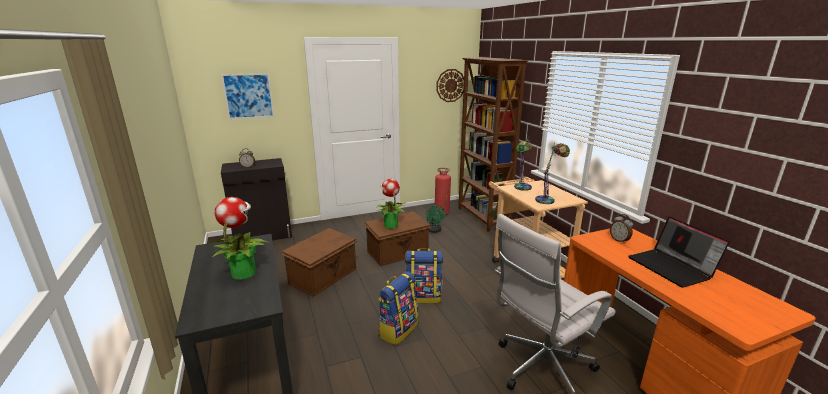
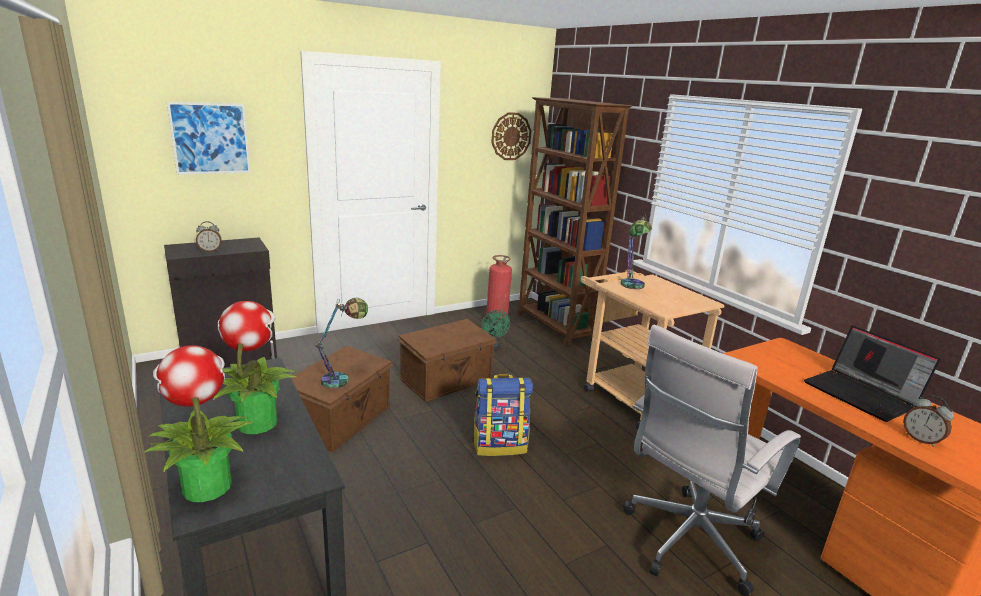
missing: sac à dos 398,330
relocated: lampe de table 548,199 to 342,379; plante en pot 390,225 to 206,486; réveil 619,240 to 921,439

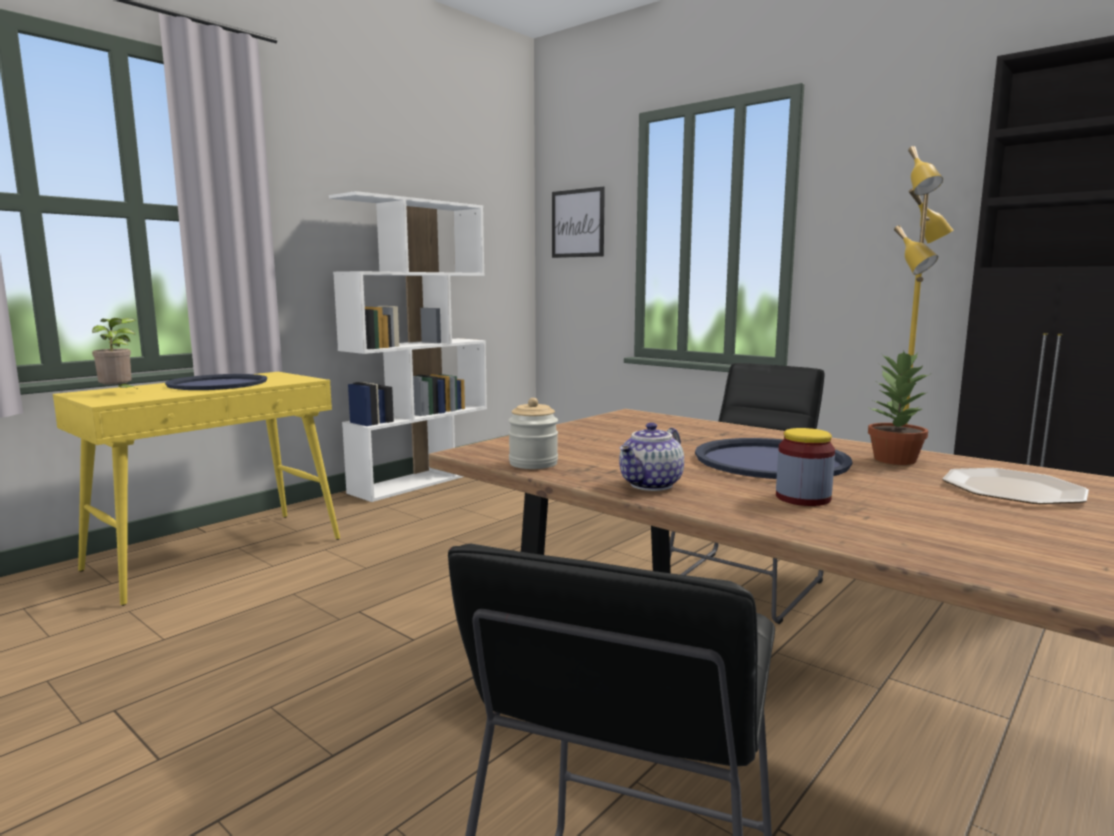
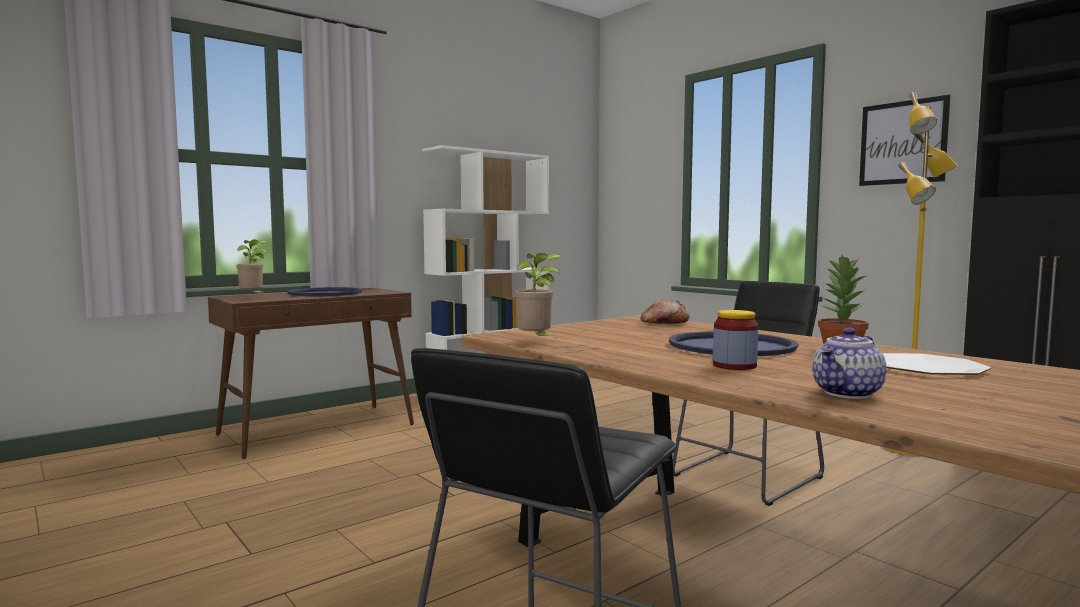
appeared: pain 664,323
relocated: tableau 577,223 to 902,142; théière 652,485 to 848,394
exchanged: bocal 533,463 to plante en pot 536,342
colour: table console [jaune] 218,553 to table console [marron] 318,429

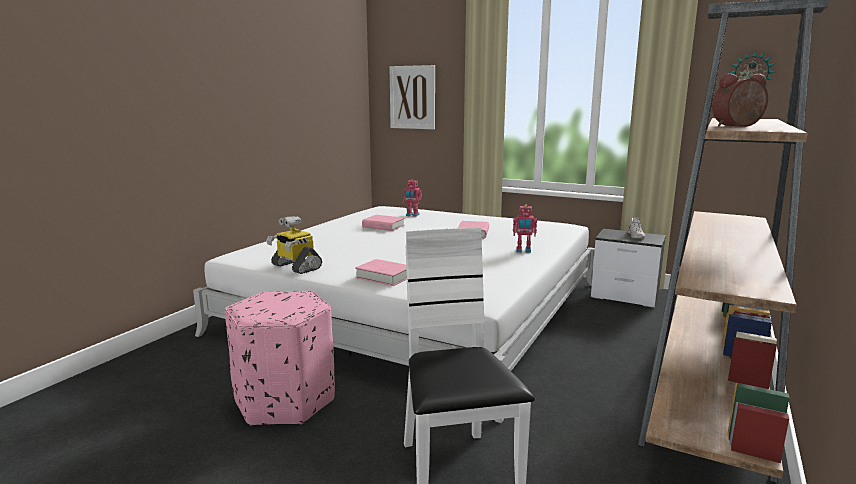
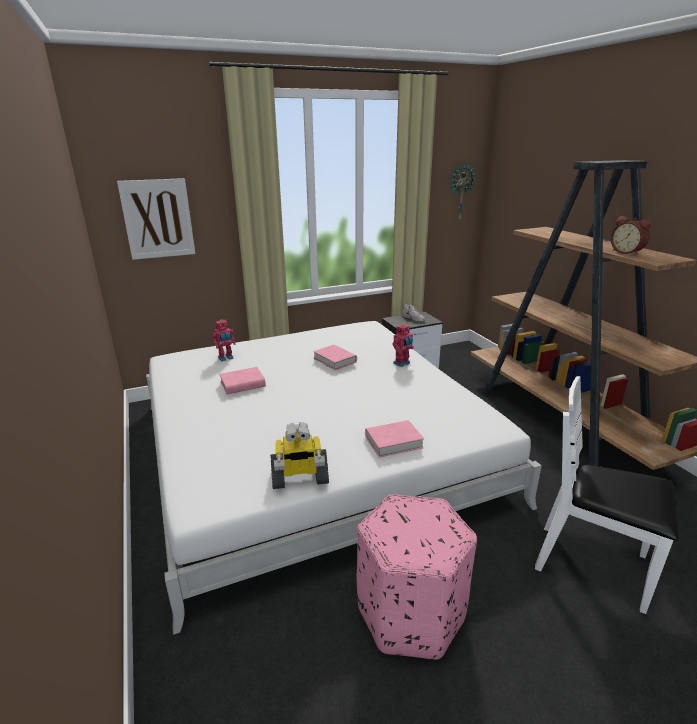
spun: réveil 738,126 = 627,252 60 degrees counterclockwise

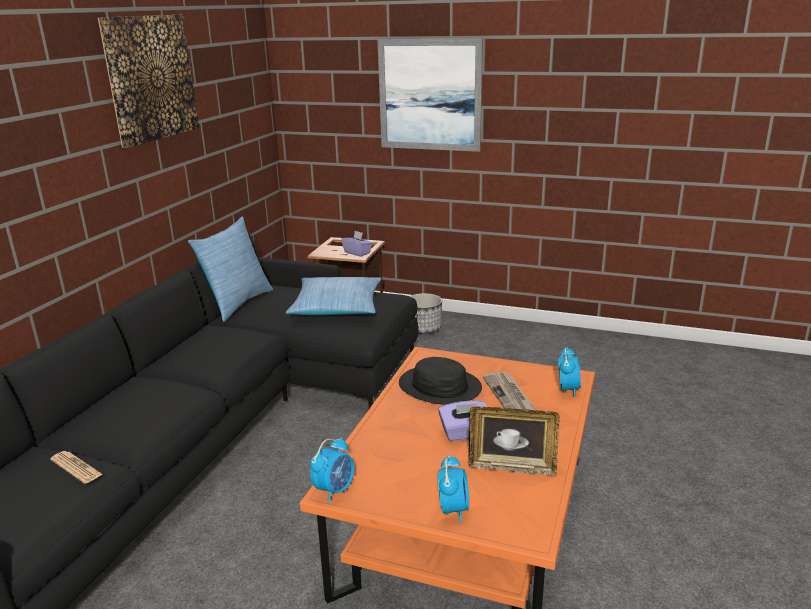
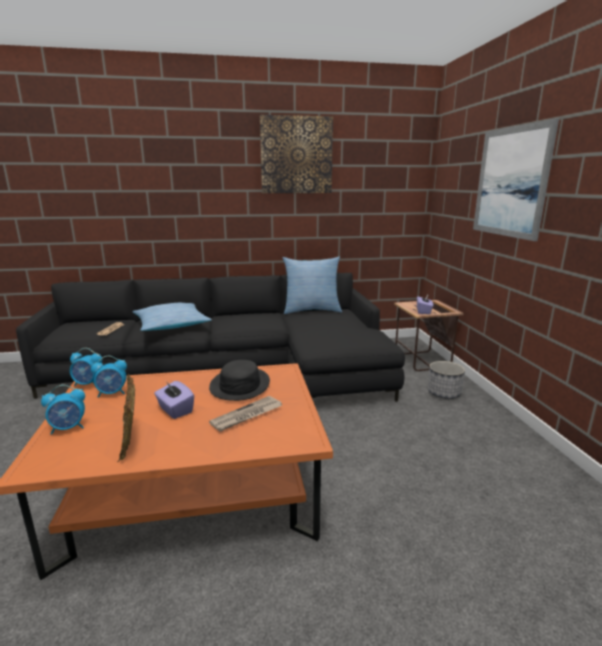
relocated: coussin 336,306 to 171,325; réveil 568,389 to 112,393

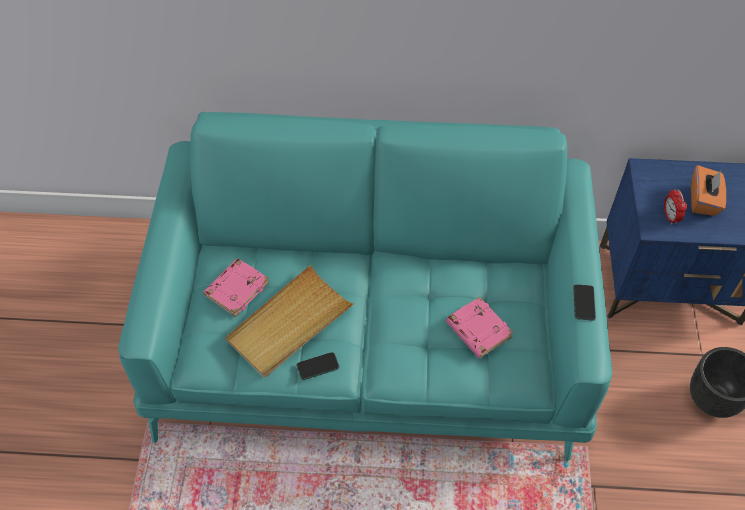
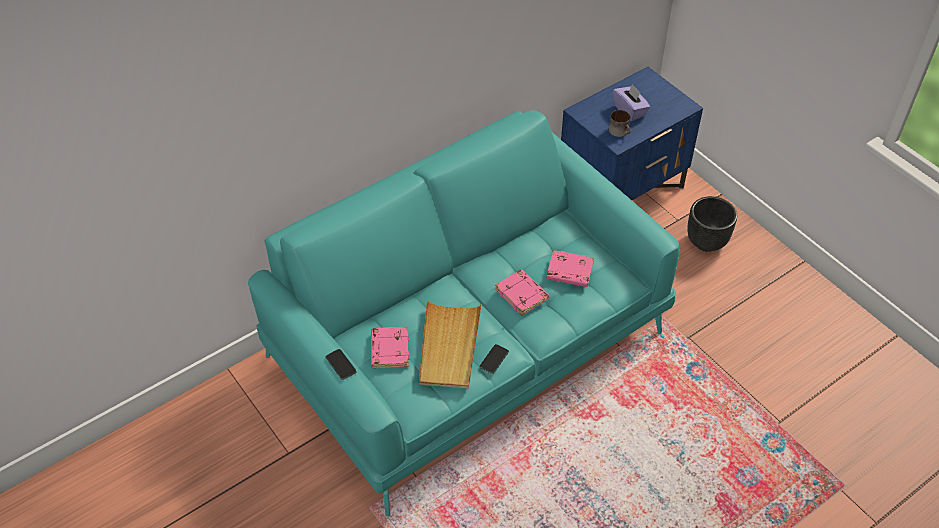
appeared: livre [rose] 522,295
relocated: téléphone 584,303 to 341,365
exchanged: réveil 670,217 to mug 620,131
colour: boîte à mouchoirs [orange] 703,200 to boîte à mouchoirs [violet] 629,110

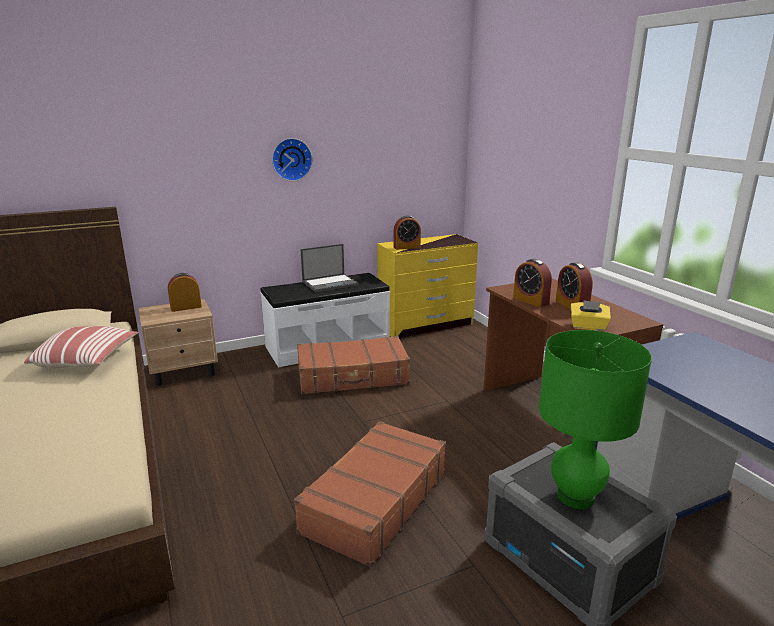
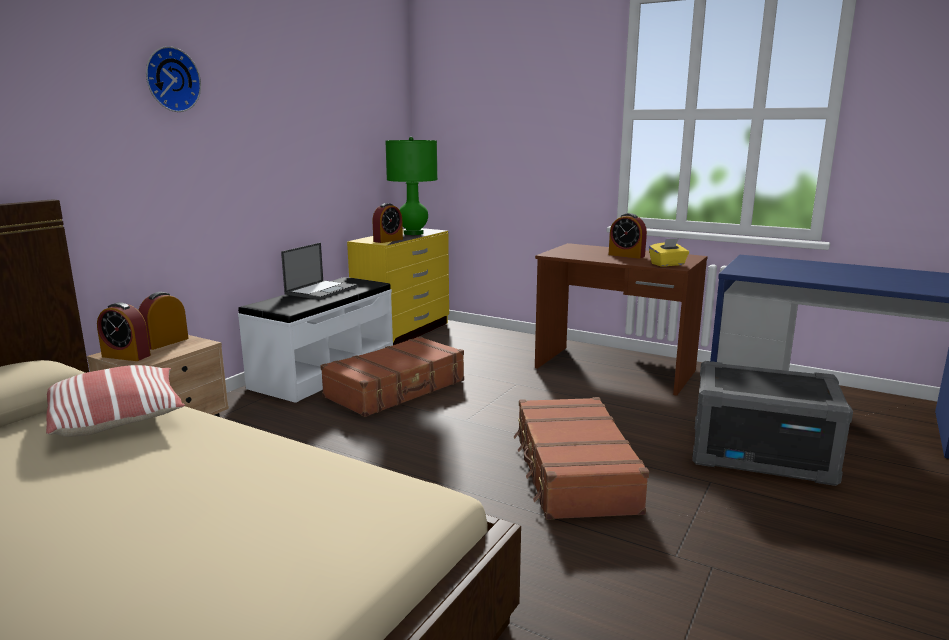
relocated: horloge murale 291,159 to 171,79; réveil 530,301 to 126,356; lampe de table [vert] 576,496 to 413,233

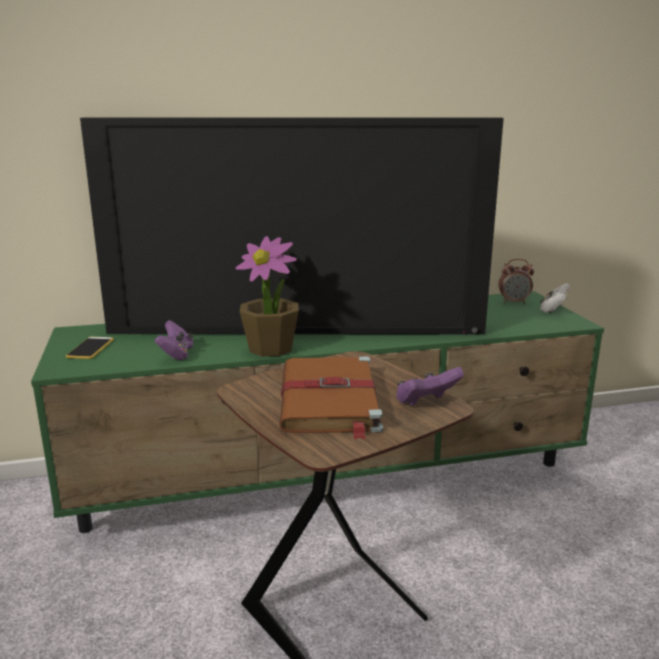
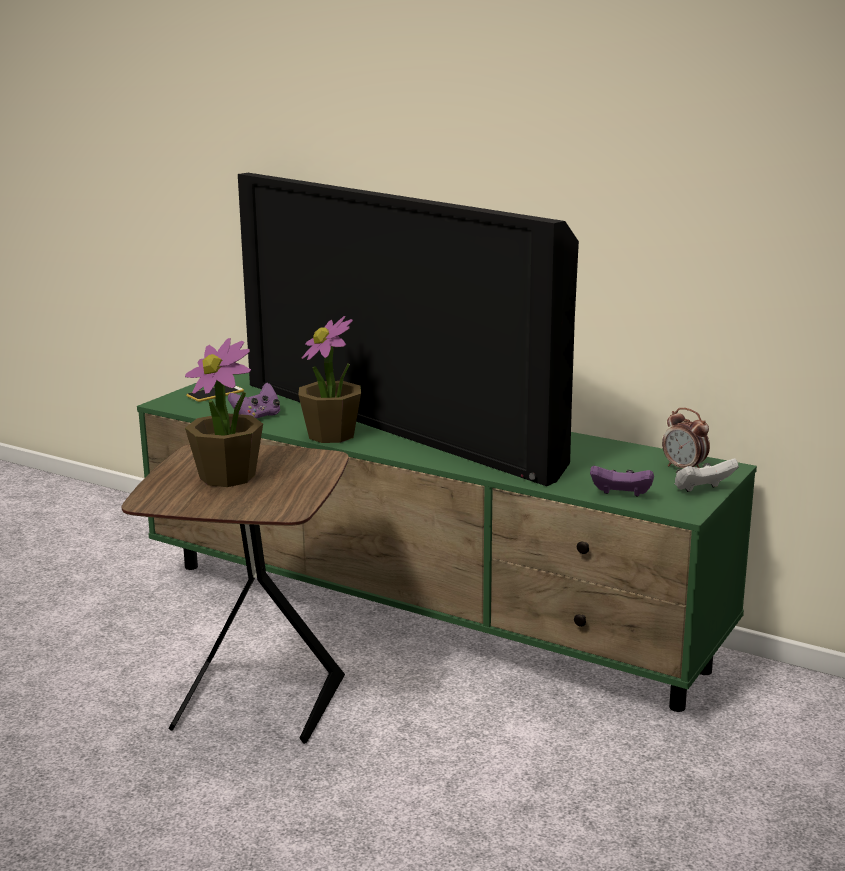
relocated: manette [violet] 426,402 to 621,496
exchanged: livre [marron] 329,400 to plante en pot 228,477

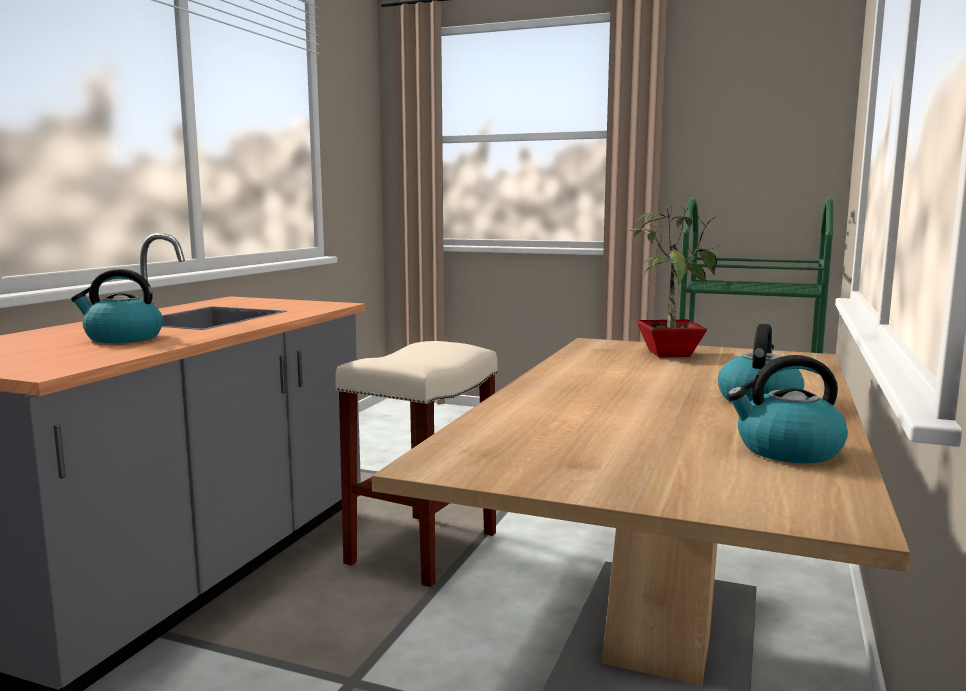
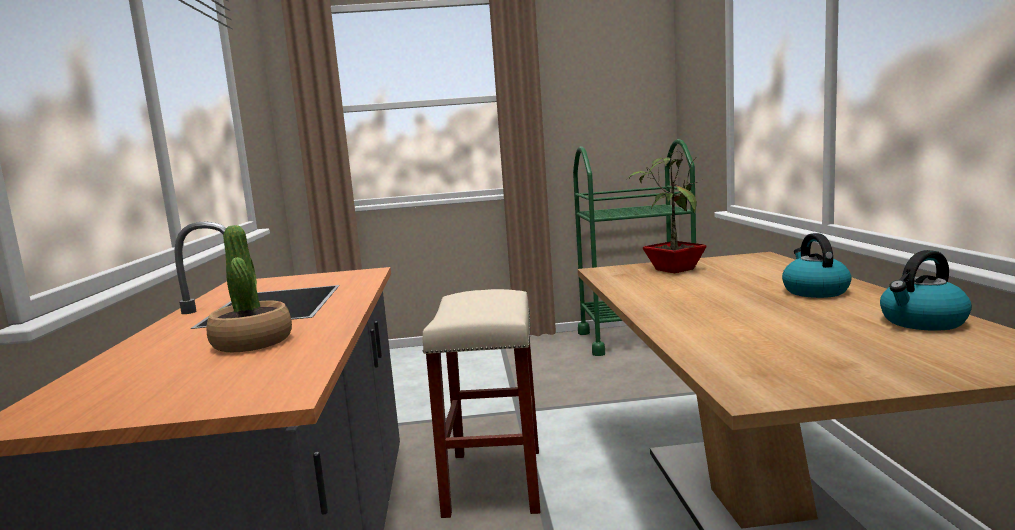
exchanged: bouilloire 122,338 to plante en pot 253,342

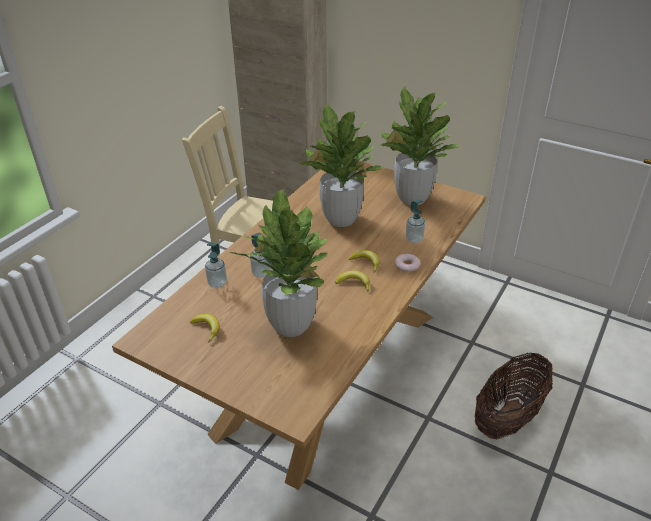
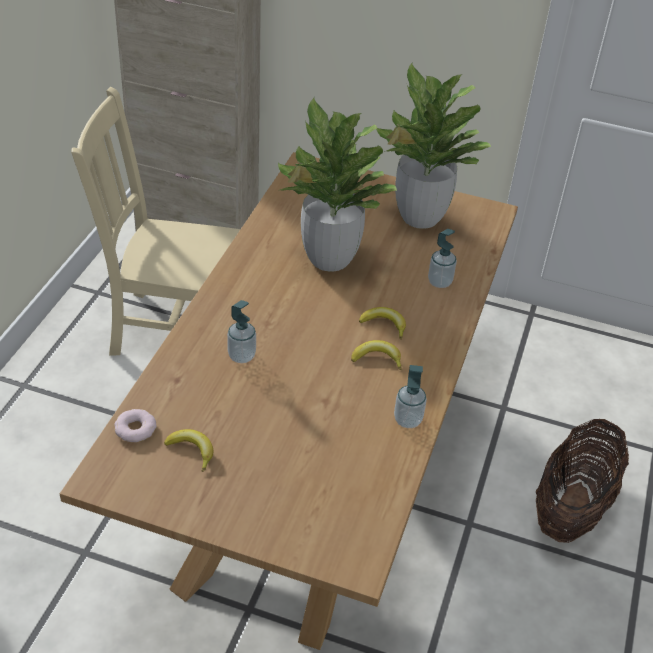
missing: plante en pot 290,325
relocated: distributeur de savon 217,283 to 407,420; beignet 407,265 to 135,429

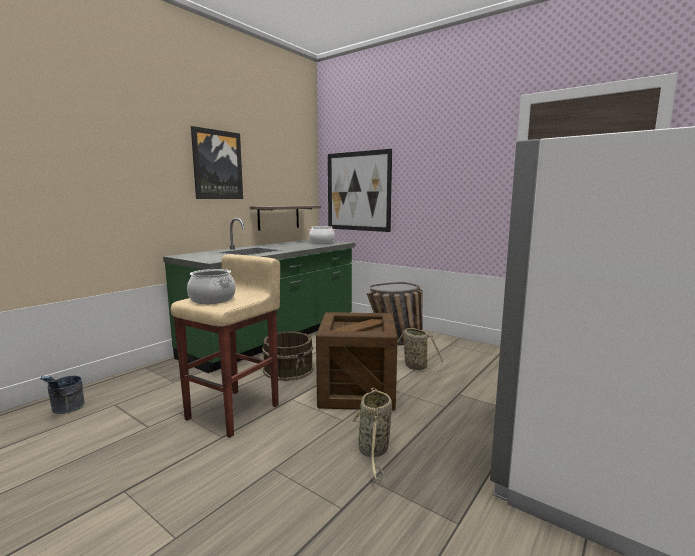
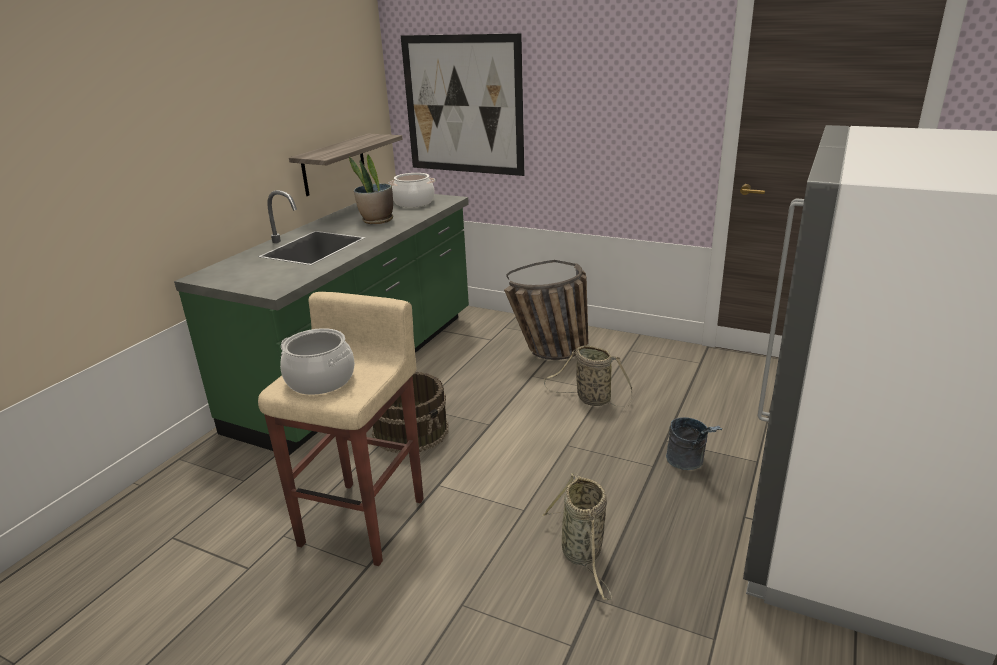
missing: tableau 217,165; caisse 357,391
appeared: plante en pot 377,221
relocated: seau [gris] 66,410 to 689,463

